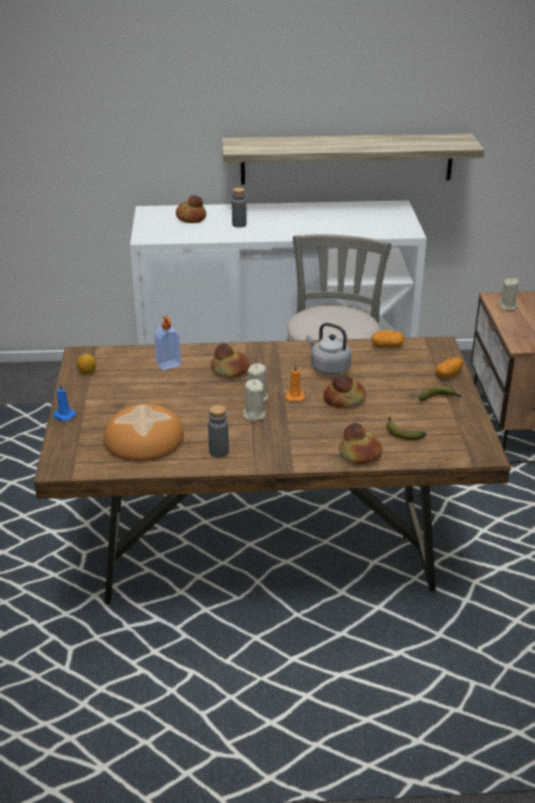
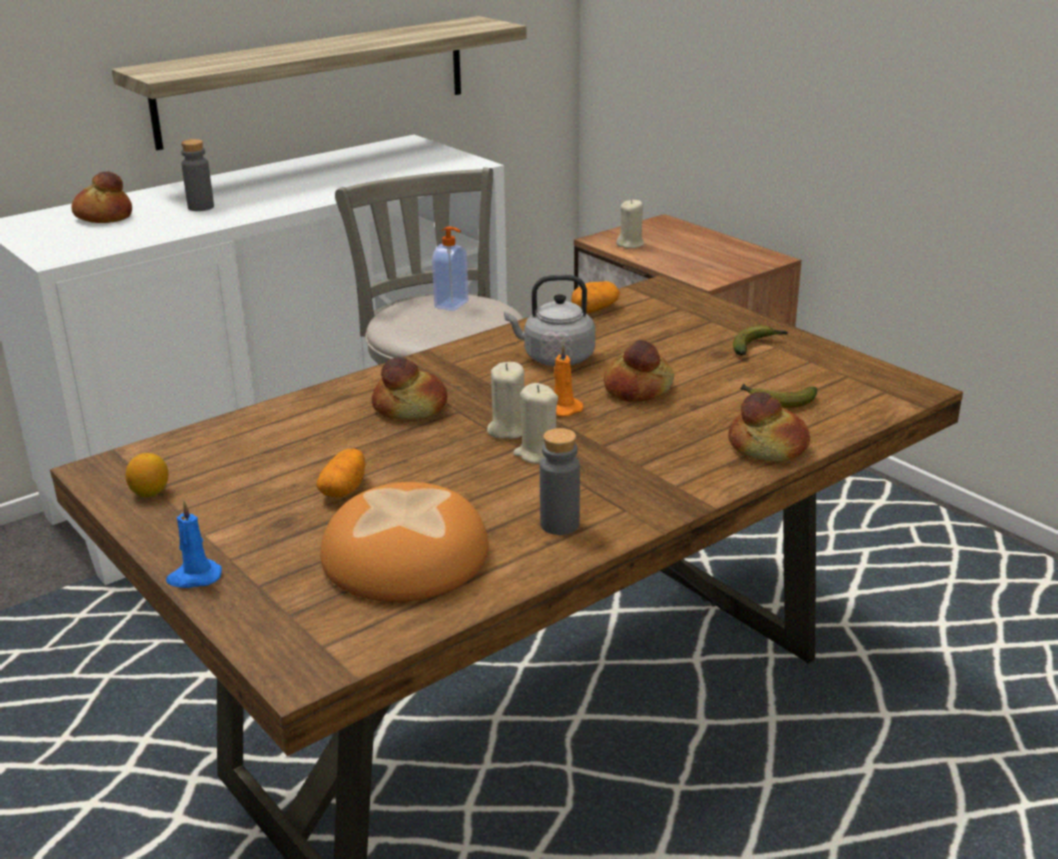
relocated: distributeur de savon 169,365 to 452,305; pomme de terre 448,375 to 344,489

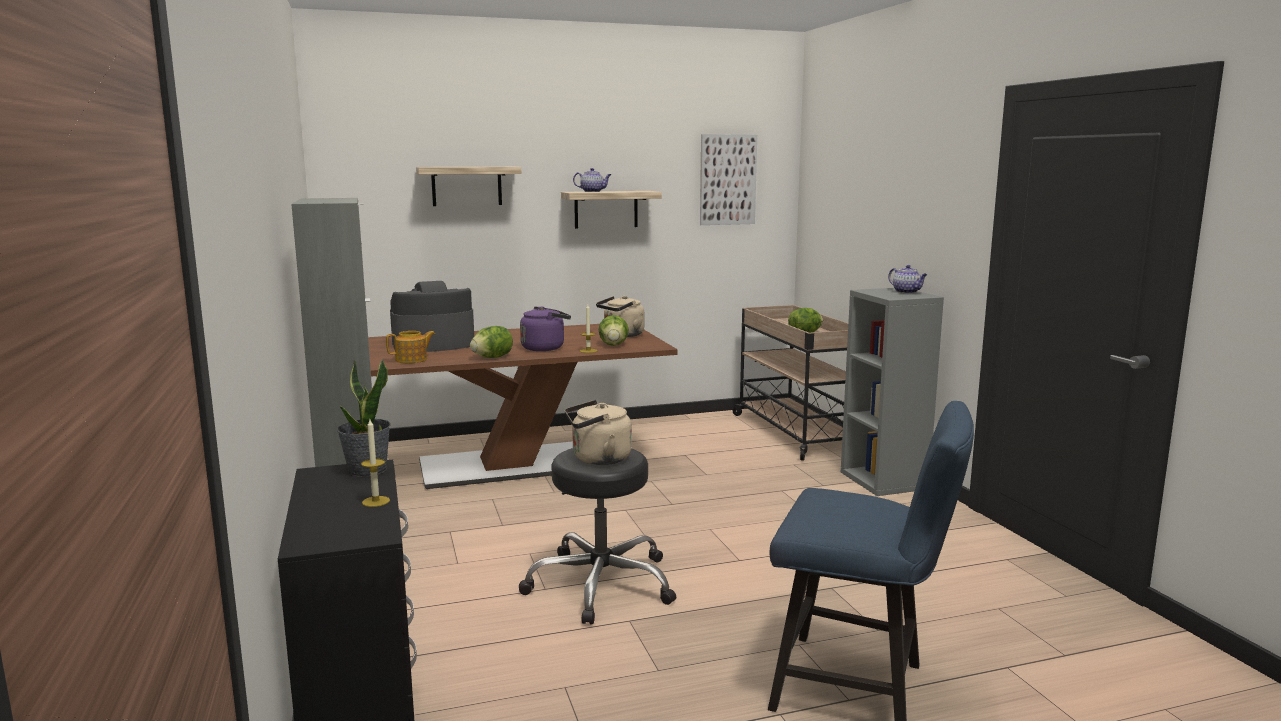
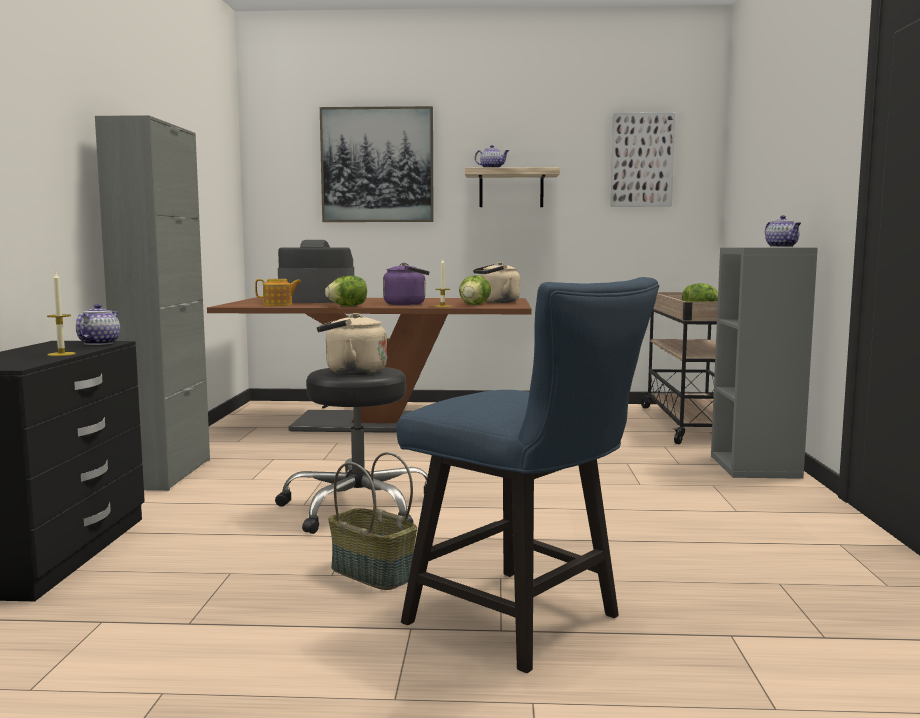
appeared: panier 371,573
exchanged: étagère 466,186 to tableau 377,165; plante en pot 367,470 to théière 99,343

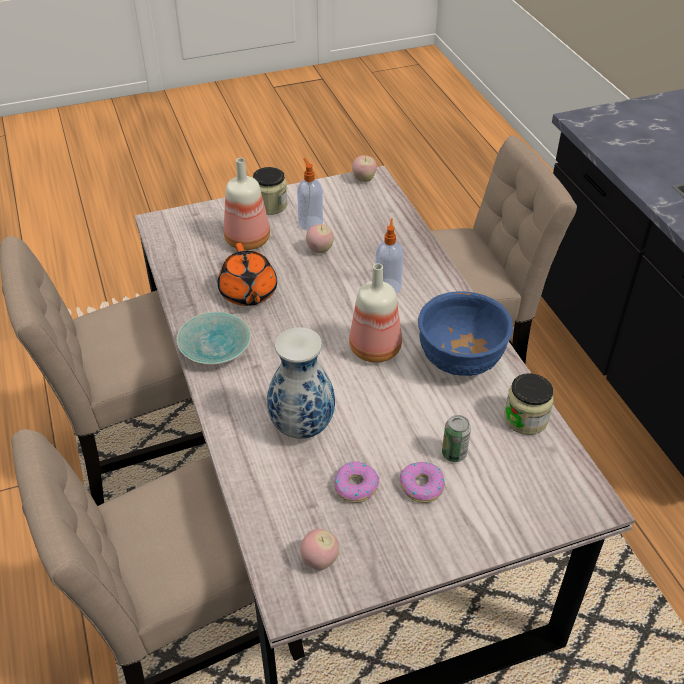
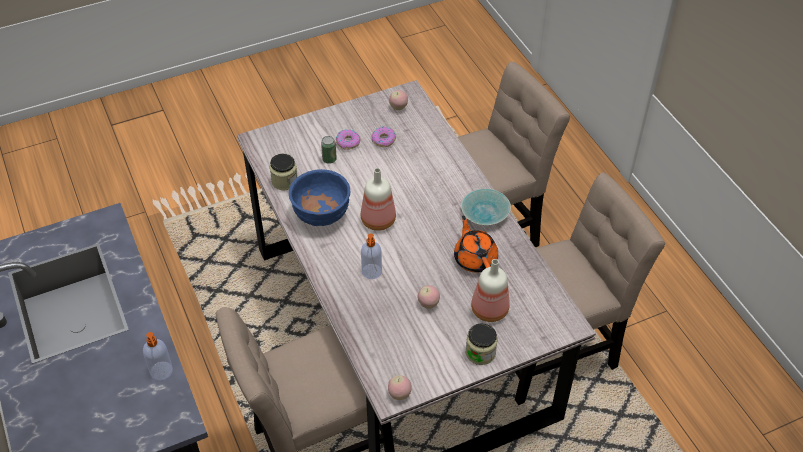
missing: vase 301,426
relocated: distributeur de savon 310,222 to 161,371

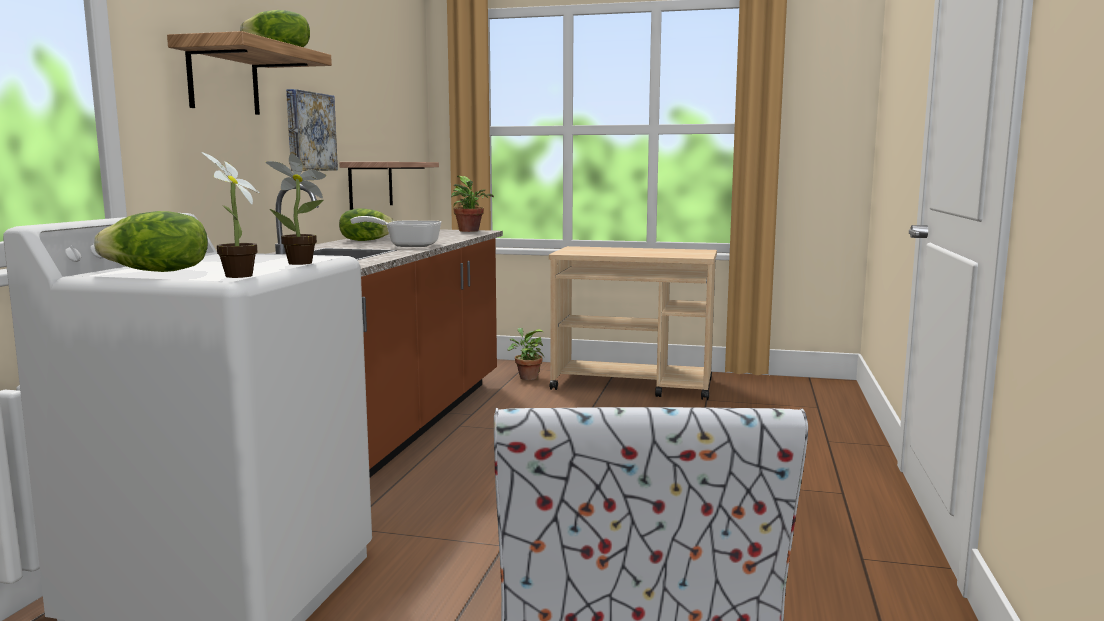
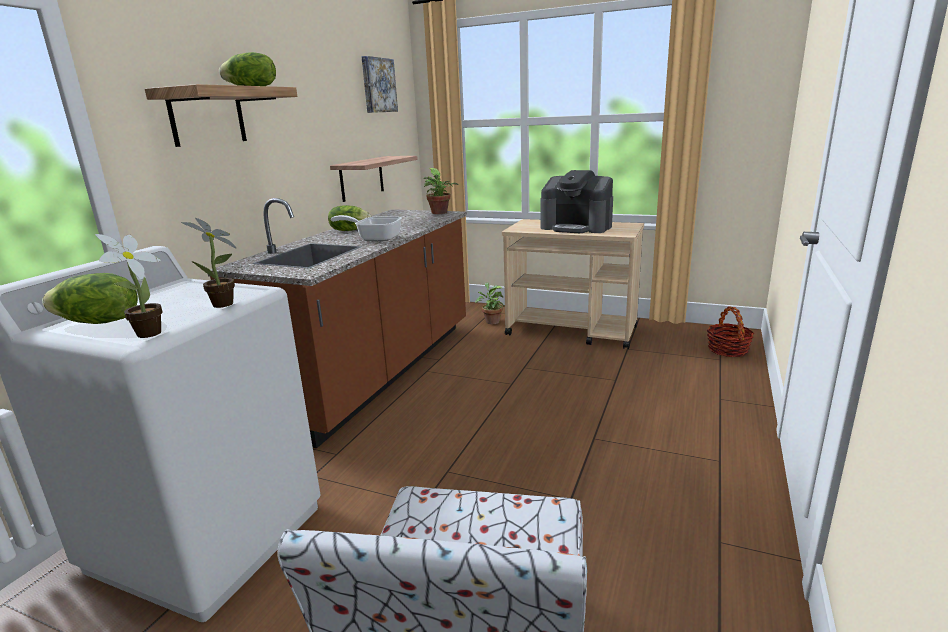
appeared: machine à café 576,227; panier 728,350
relocated: tableau 309,132 to 378,85

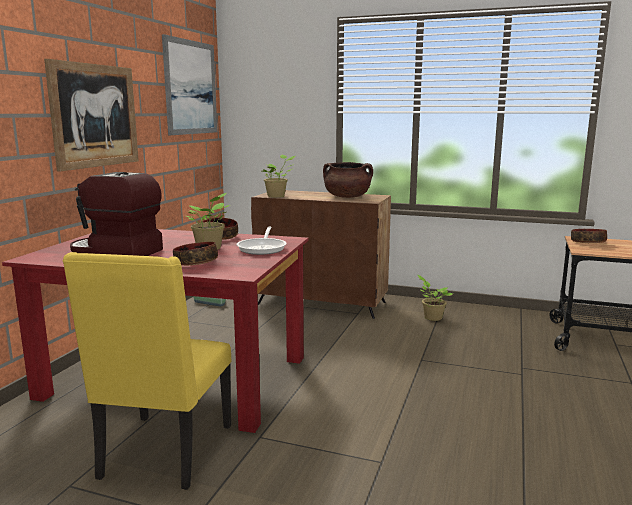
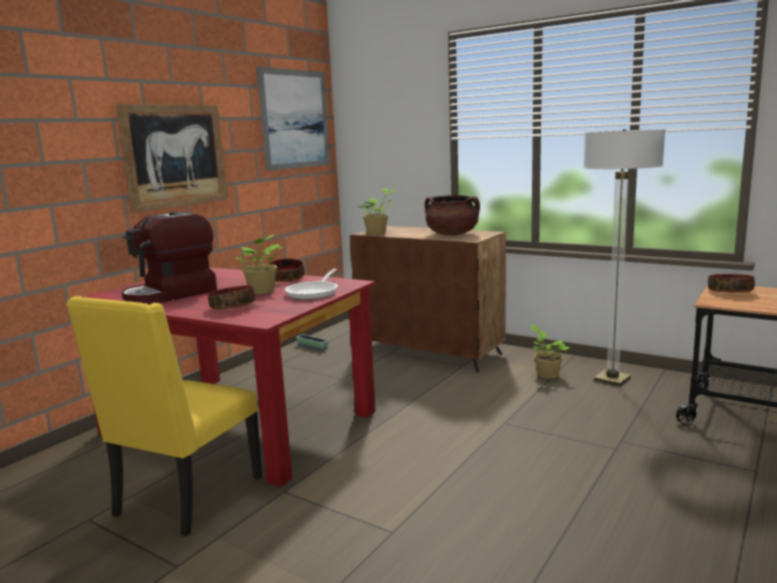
appeared: lampadaire 612,379
spun: machine à café 115,253 = 171,294 75 degrees counterclockwise

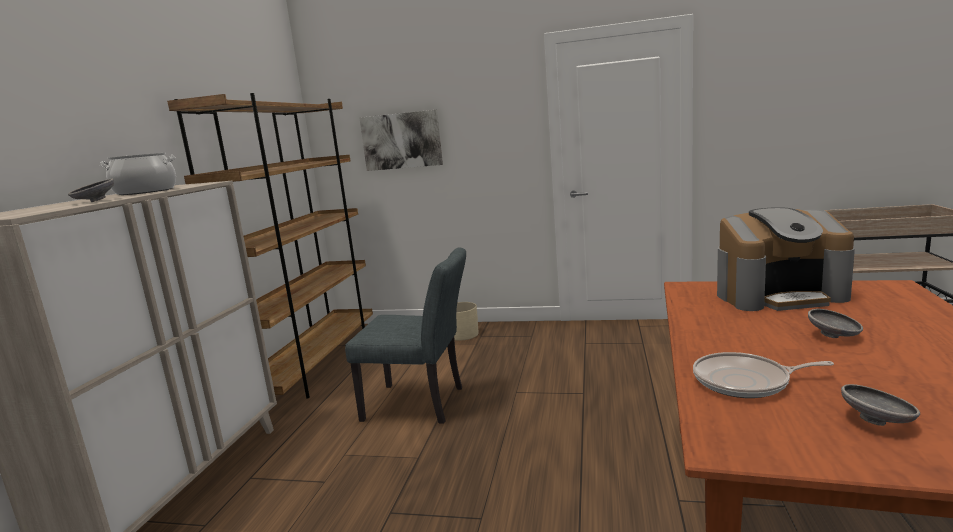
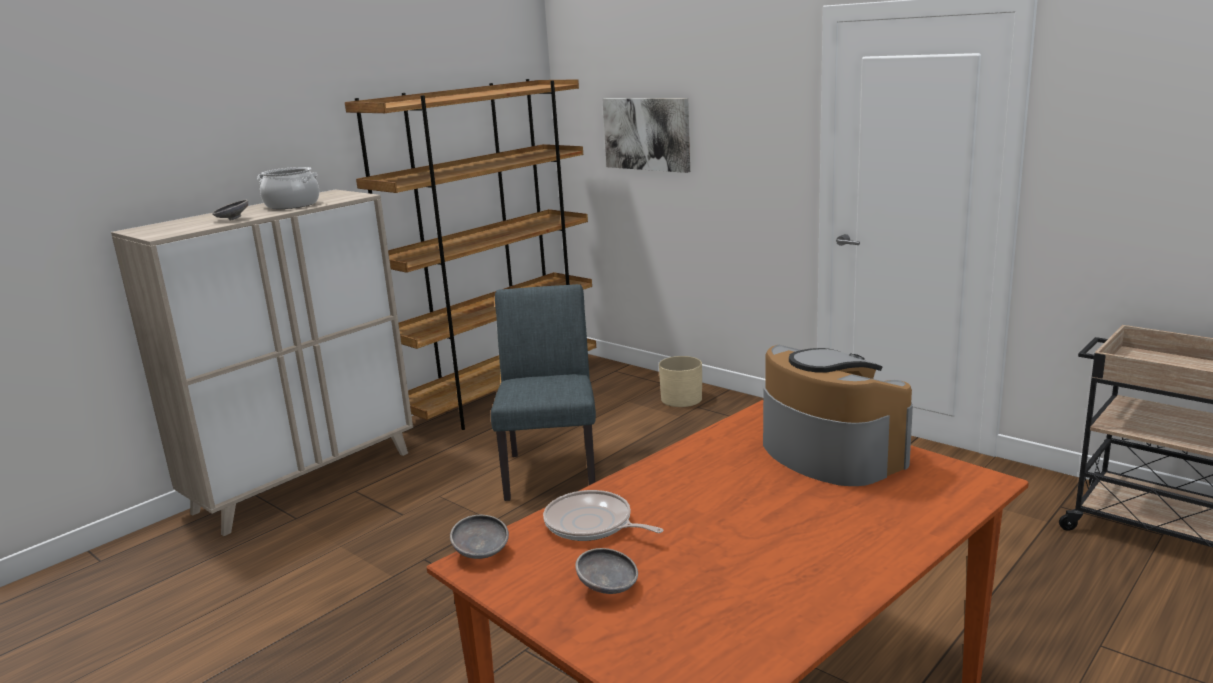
relocated: bol [gris] 834,336 to 481,553
spun: machine à café 779,295 = 829,452 150 degrees counterclockwise; chaise [gris] 422,404 = 551,469 135 degrees counterclockwise

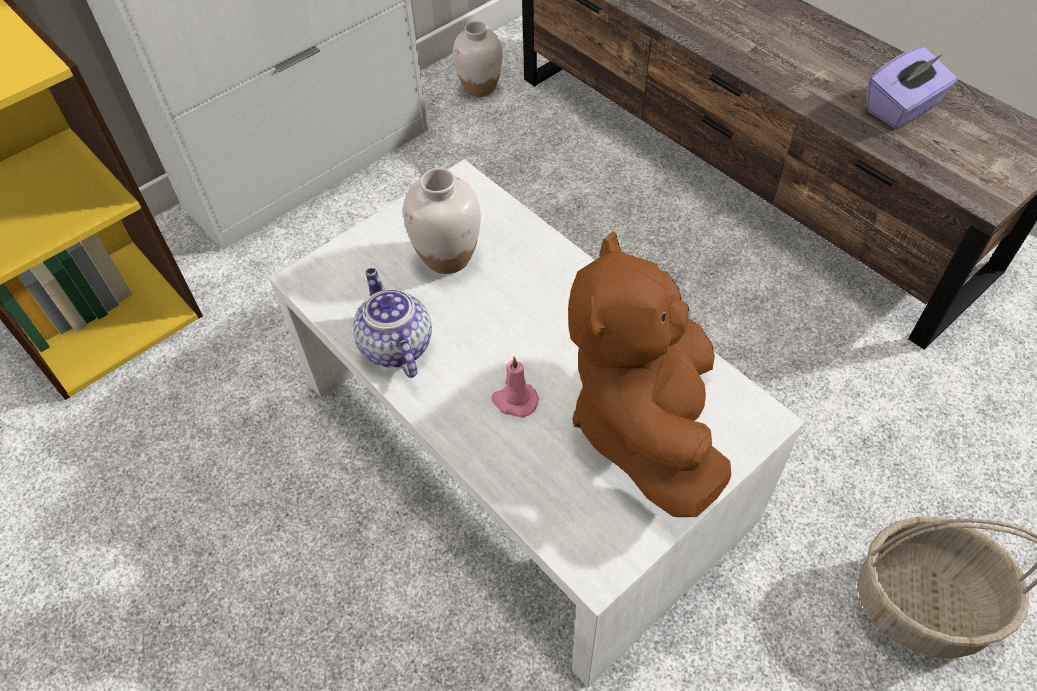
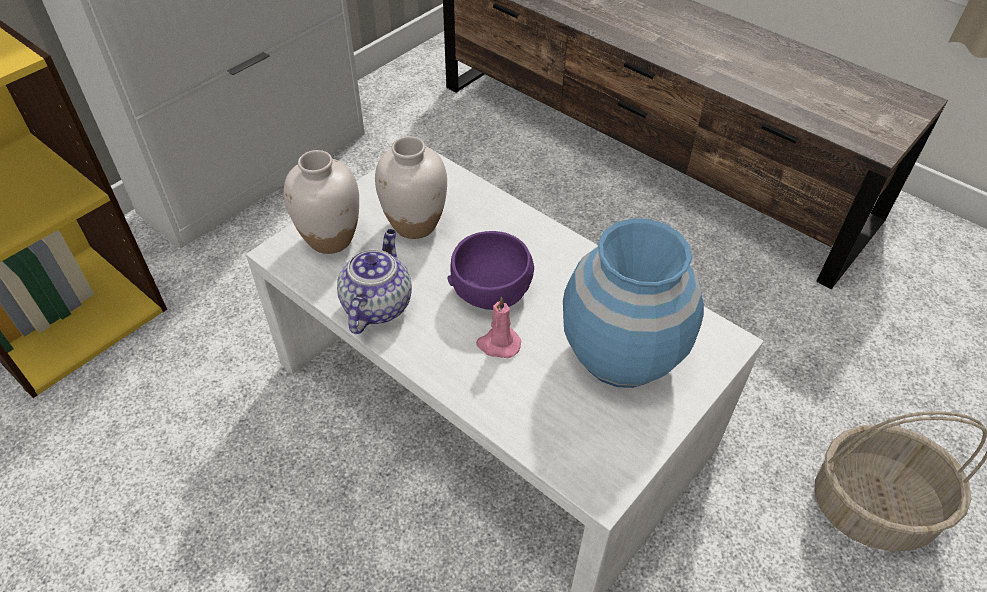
missing: boîte à mouchoirs [violet] 902,108
appeared: bol [violet] 491,289
relocated: vase [blanc] 480,88 to 330,239
exchanged: peluche [marron] 645,423 to vase [bleu] 622,354
spun: théière 395,345 = 377,304 45 degrees clockwise

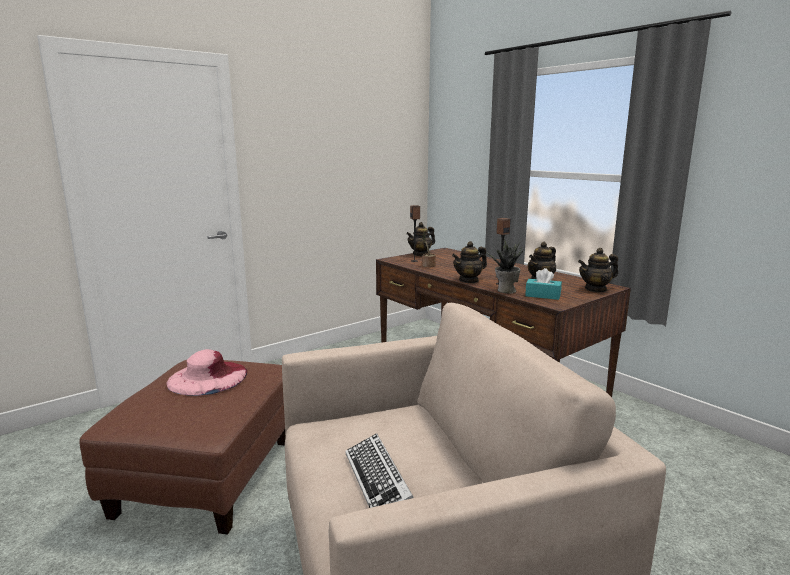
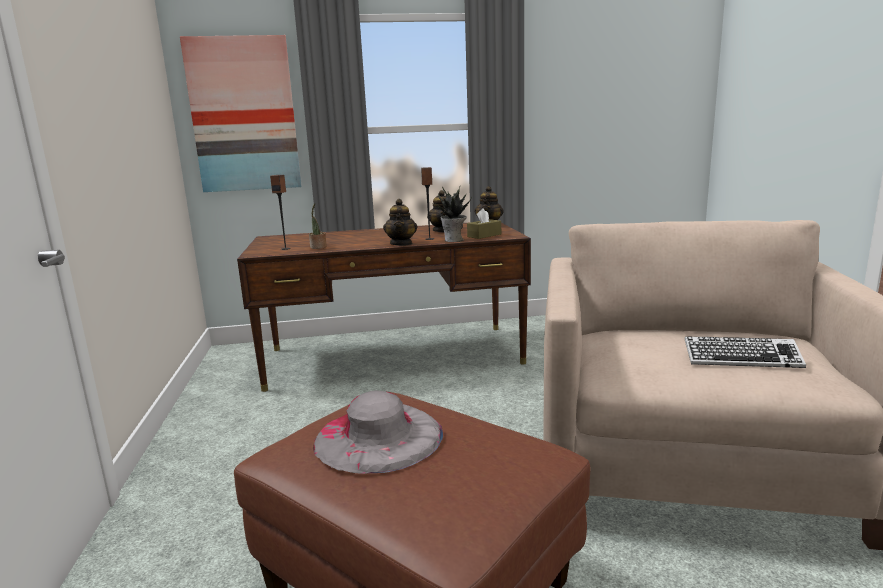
missing: théière 420,254
appeared: tableau 244,115
colour: boîte à mouchoirs [turquoise] 542,295 to boîte à mouchoirs [marron] 484,235; chapeau [rose] 207,377 to chapeau [gris] 378,437

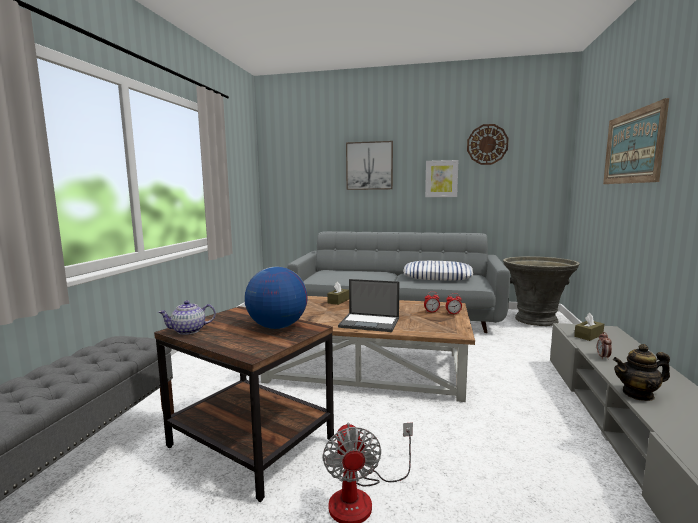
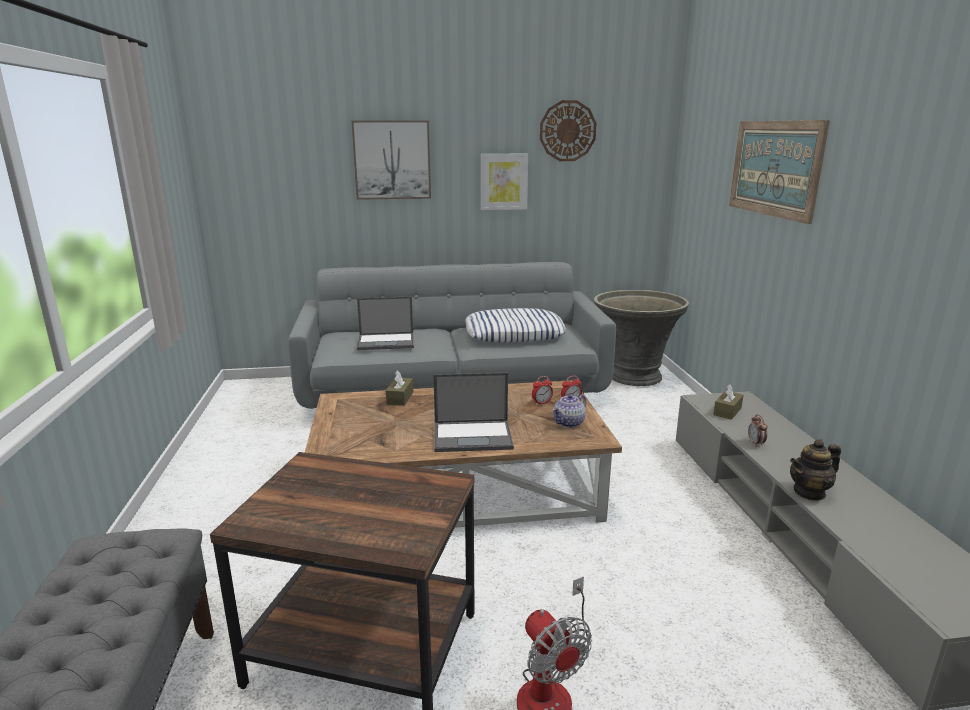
missing: globe 277,327
appeared: ordinateur portable 387,342
relocated: théière 189,331 to 569,423

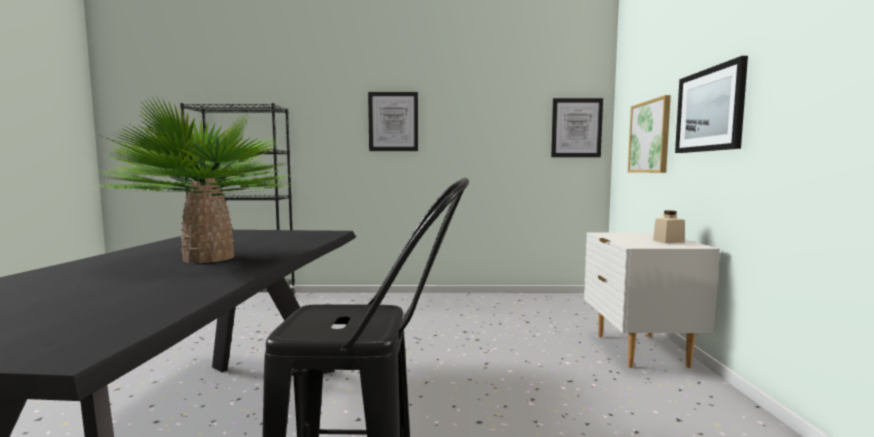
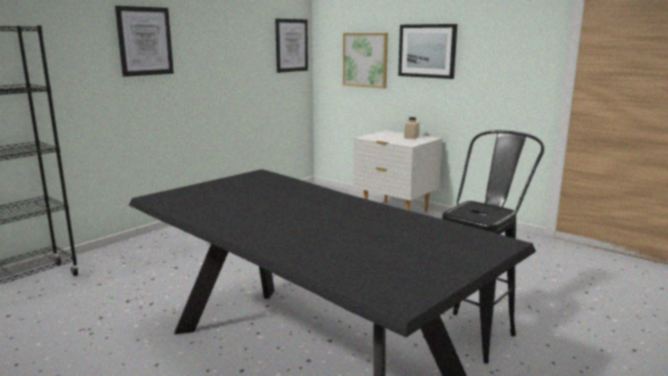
missing: plante en pot 209,258

